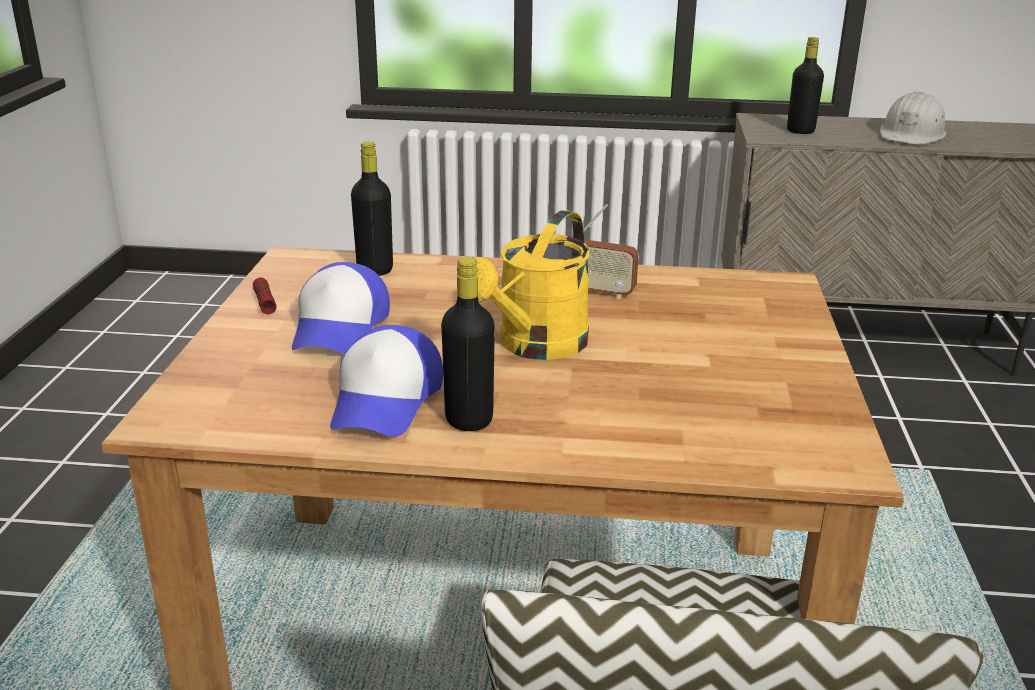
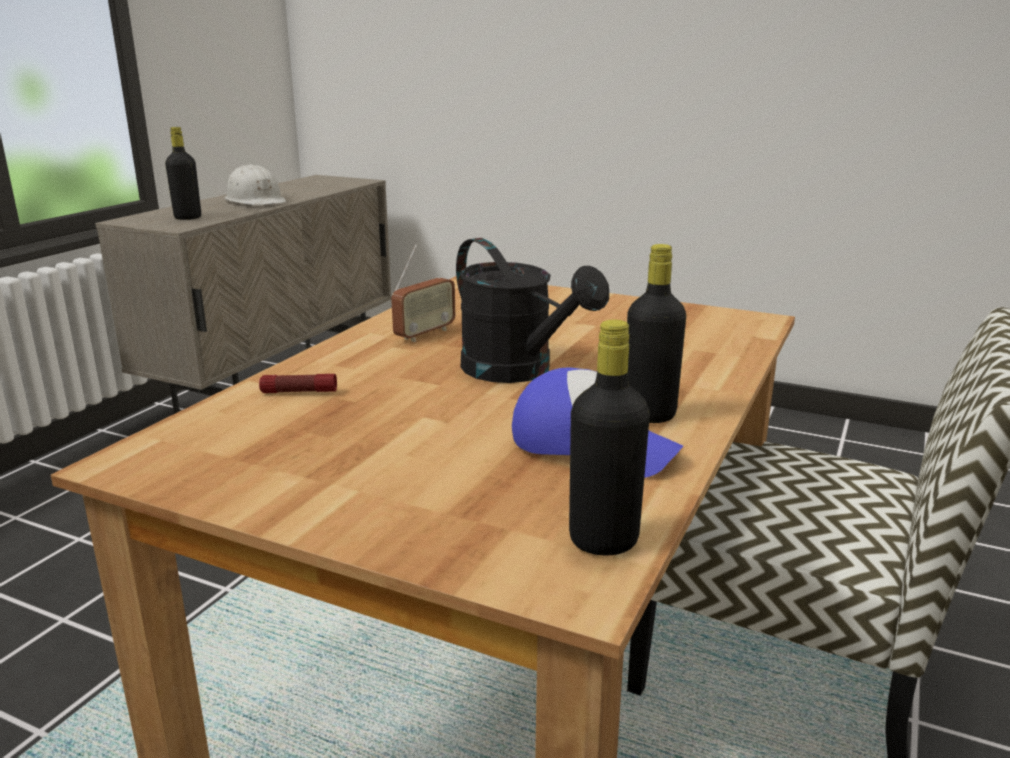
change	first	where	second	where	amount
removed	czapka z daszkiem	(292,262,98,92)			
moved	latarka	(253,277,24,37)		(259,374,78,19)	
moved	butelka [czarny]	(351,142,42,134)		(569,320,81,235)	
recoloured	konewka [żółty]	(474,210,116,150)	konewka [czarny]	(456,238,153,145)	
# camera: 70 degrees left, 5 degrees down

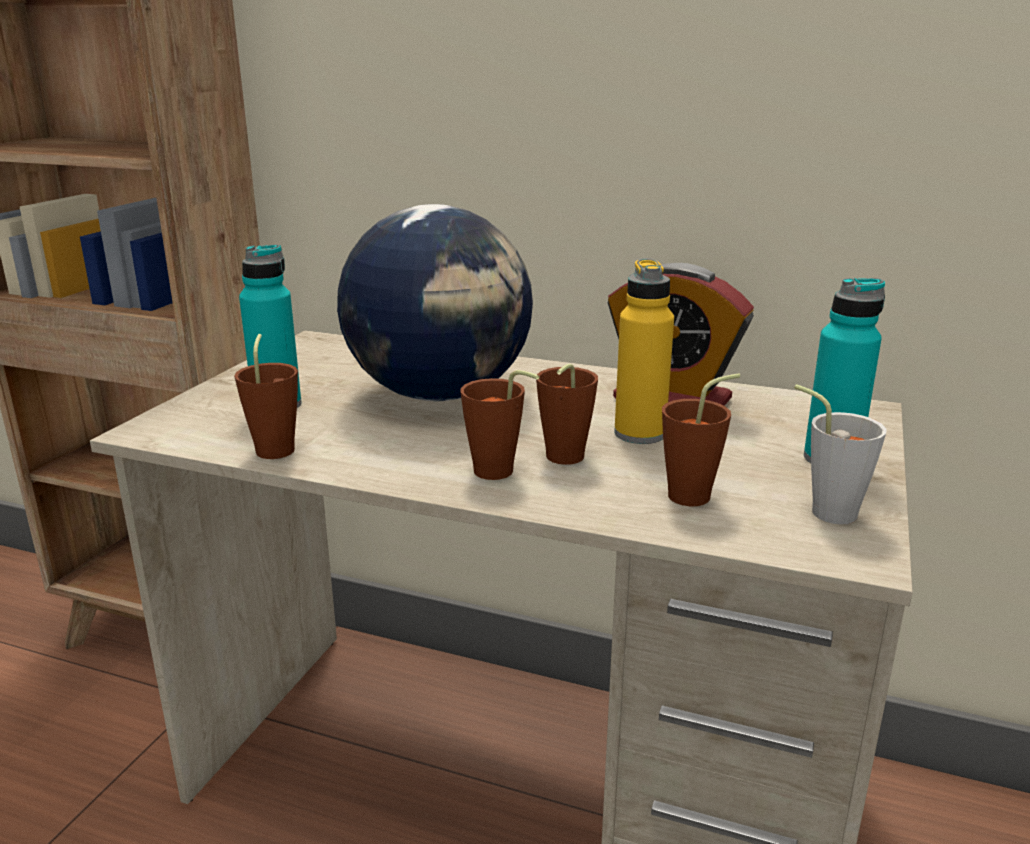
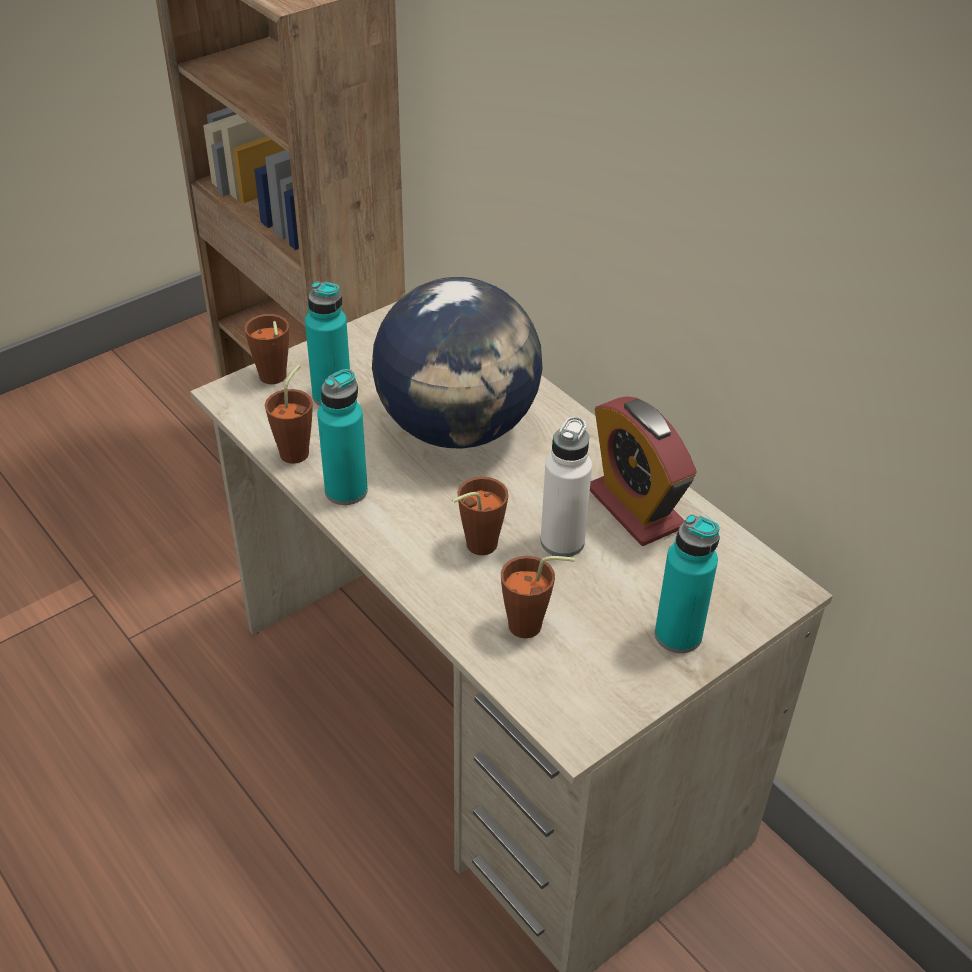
change	first	where	second	where	amount
removed	filiżanka [szary]	(794,384,93,141)			
added			butelka [turkusowy]	(317,369,51,136)	
moved	filiżanka [brązowy]	(461,370,78,110)		(244,314,45,70)	
recoloured	butelka [żółty]	(614,259,60,185)	butelka [biały]	(540,417,52,140)	
# camera: 30 degrees right, 20 degrees up

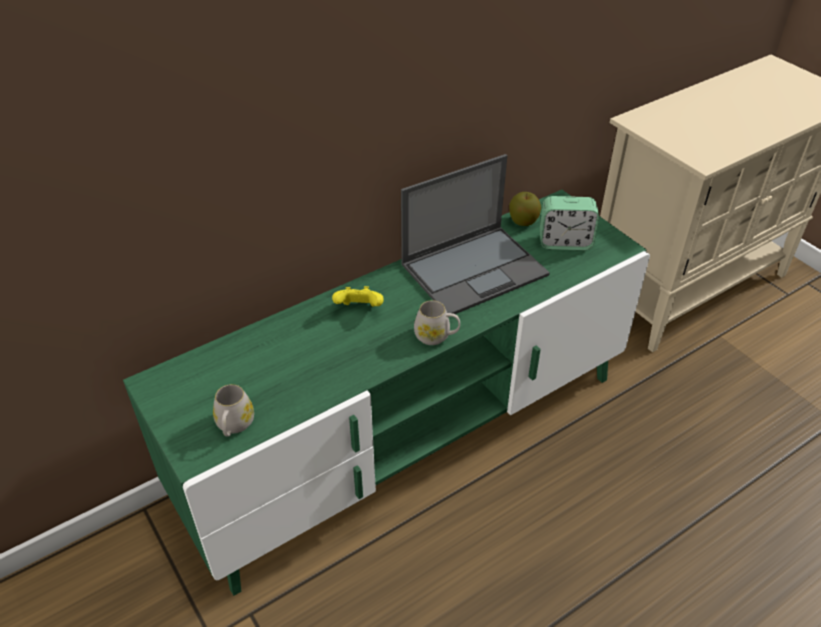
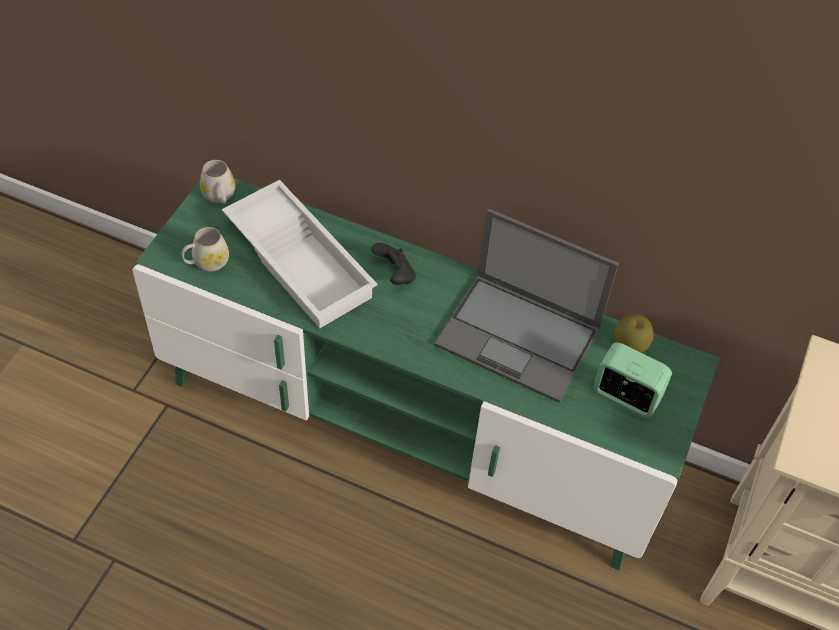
change	first	where	second	where	amount
added			taca [biały]	(222,180,155,148)	
moved	kubek [biały]	(414,300,46,45)		(200,160,35,44)	
recoloured	pad do gier [żółty]	(332,286,52,21)	pad do gier [czarny]	(371,243,45,42)	
turned	budzik	(540,196,59,54)		(593,343,79,75)	150 degrees clockwise
# camera: 55 degrees right, 10 degrees up

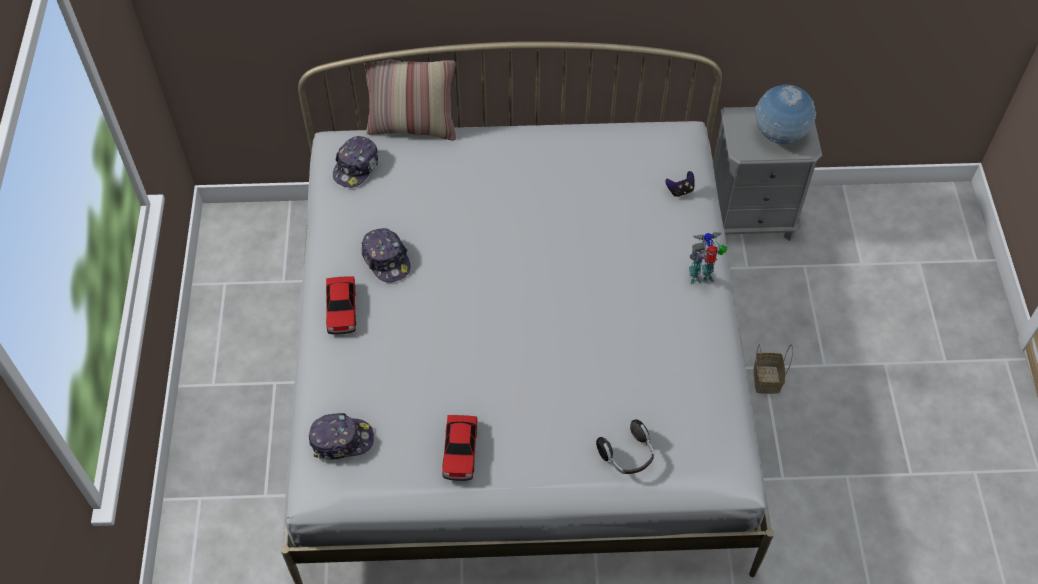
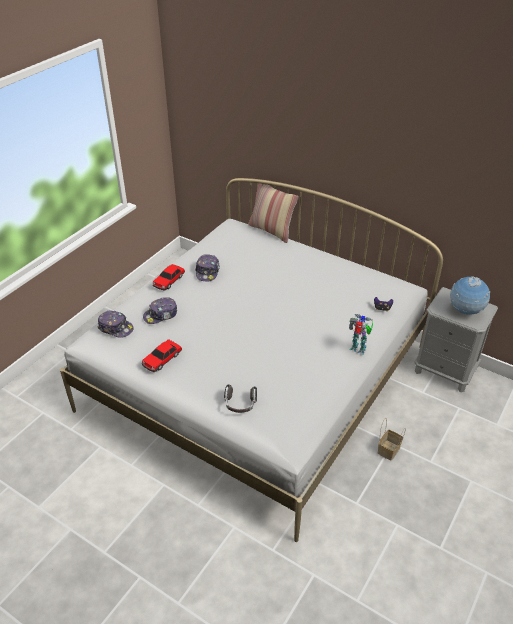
change	first	where	second	where	amount
moved	czapka z daszkiem	(333,136,45,52)		(143,297,34,27)	
# camera: 35 degrees right, 15 degrees down

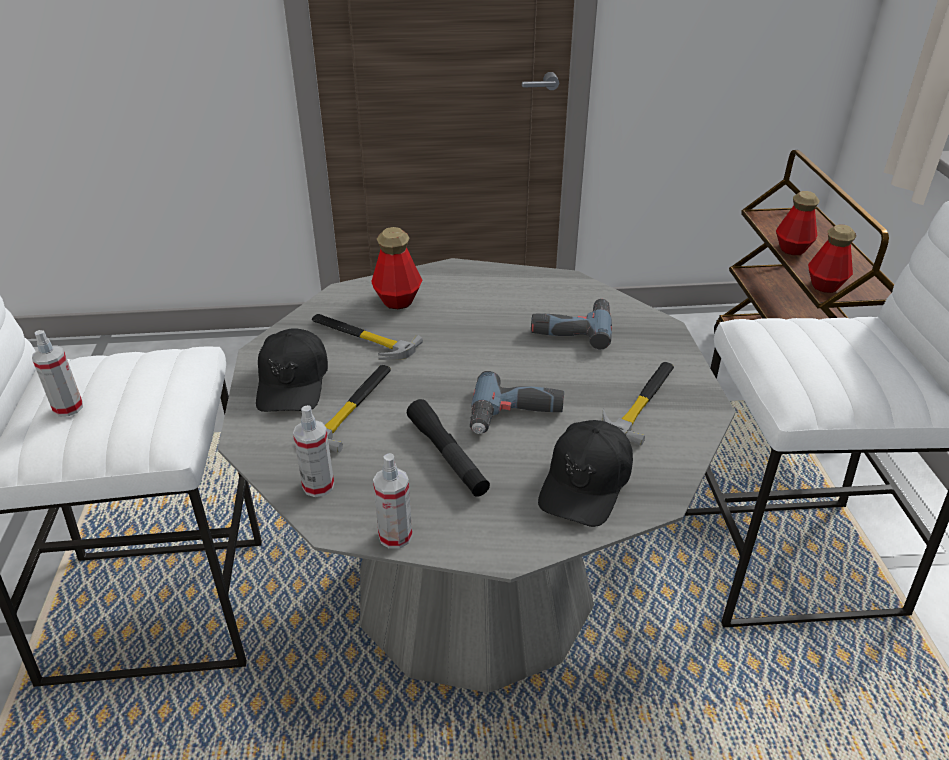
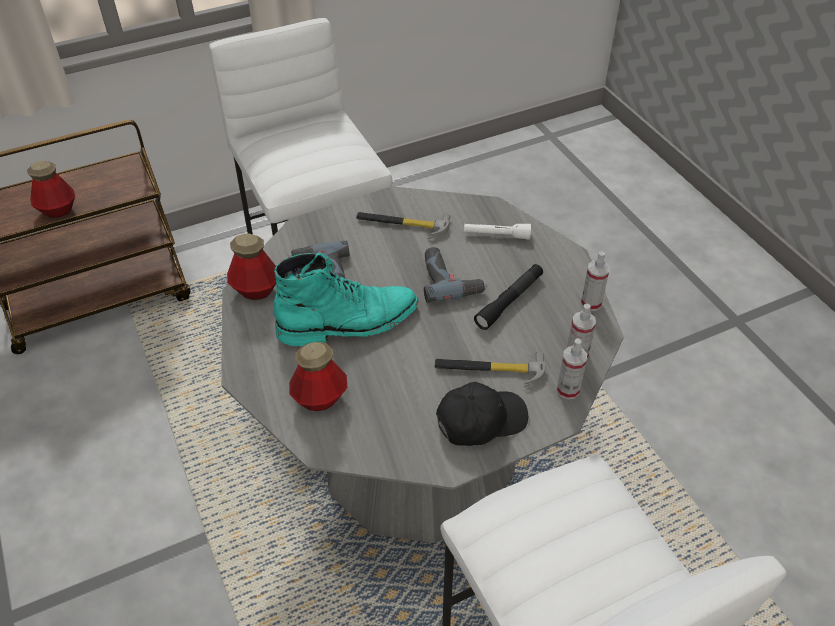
change	first	where	second	where	amount
removed	młotek	(312,314,111,46)			
added			but z cholewką [turkusowy]	(273,252,145,94)	
moved	spryskiwacz	(32,330,51,87)		(557,338,30,61)	
moved	butelka	(808,224,48,69)		(227,234,49,66)	
replaced	czapka z daszkiem [czarny]	(538,420,95,107)	latarka [biały]	(464,224,67,15)	
# camera: 110 degrees left, 10 degrees up

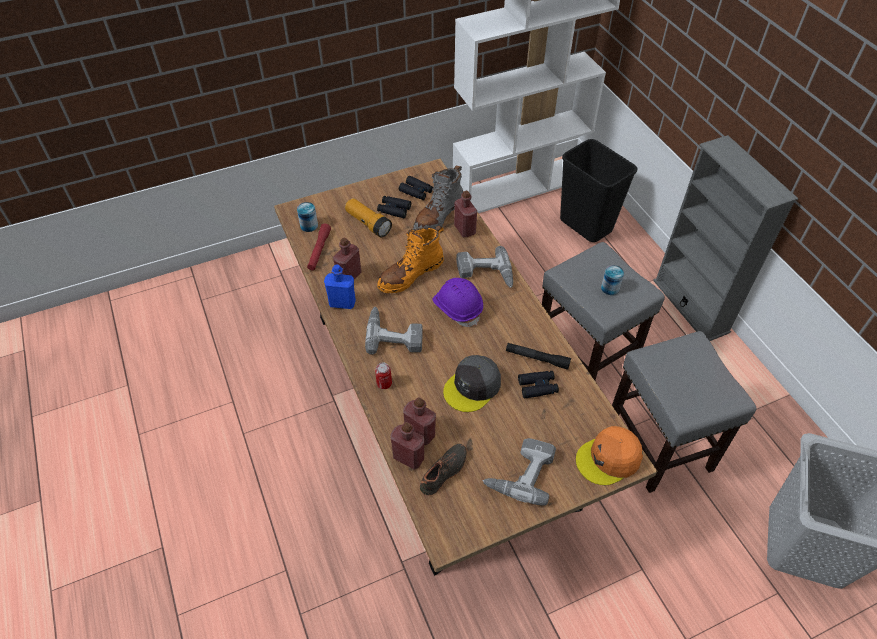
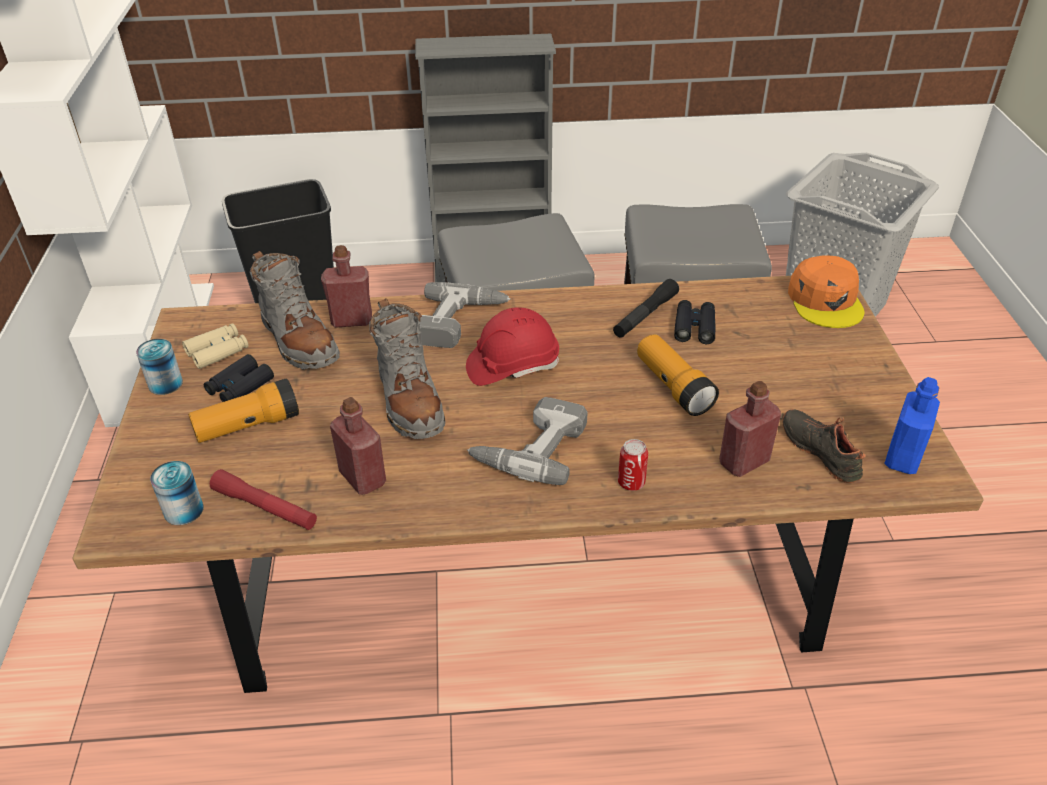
change	first	where	second	where	amount
removed	butelka [czerwony]	(390,422,35,48)			
removed	wiertarka	(482,438,74,68)			
moved	butelka [niebieski]	(324,265,32,44)		(884,377,56,97)	
moved	puszka	(601,265,23,30)		(136,339,47,56)	
replaced	czapka z daszkiem [szary]	(443,355,58,57)	latarka	(637,334,82,82)	
recoloured	but z cholewką [pomarańczowy]	(377,226,67,67)	but z cholewką [szary]	(369,299,77,140)	
recoloured	lornetka [czarny]	(399,176,34,24)	lornetka [beżowy]	(182,323,67,46)	
recoloured	kask [fioletowy]	(433,278,50,49)	kask [czerwony]	(466,307,93,79)	
# camera: 70 degrees left, 10 degrees down

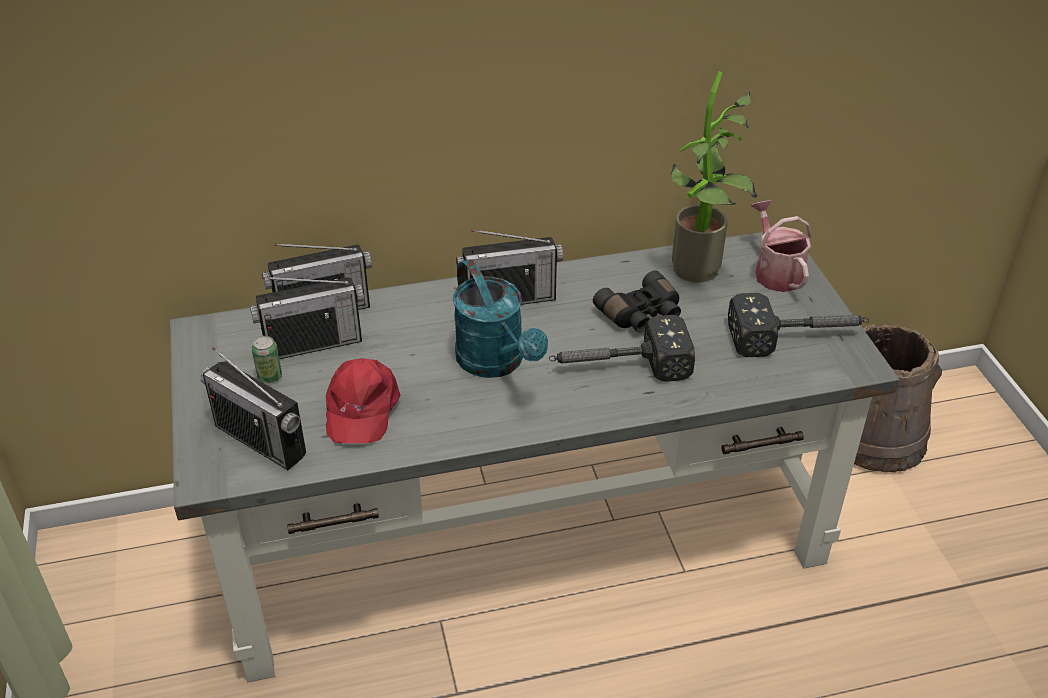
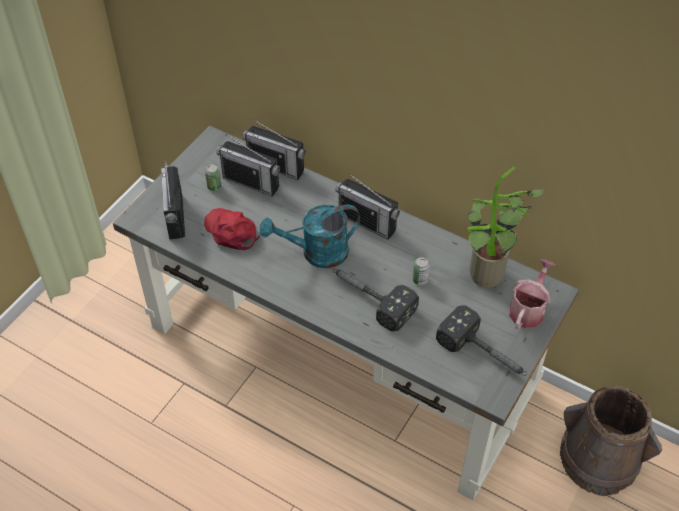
change	first	where	second	where	amount
replaced	lornetka [czarny]	(593,271,88,62)	puszka	(412,257,18,28)	
turned	czapka z daszkiem [czerwony]	(326,358,74,85)		(204,208,56,43)	90 degrees clockwise
turned	konewka [turkusowy]	(453,259,95,119)		(260,205,100,63)	60 degrees clockwise
# camera: 45 degrees right, 10 degrees up

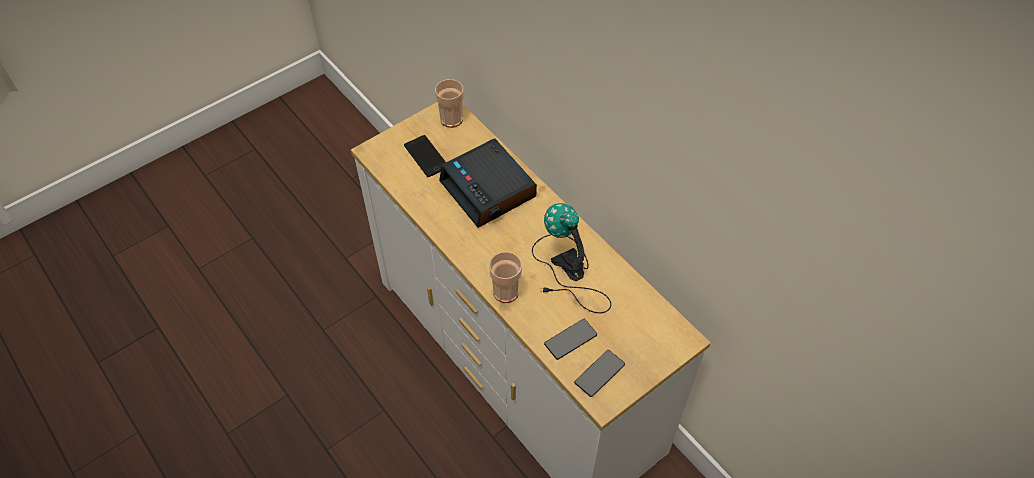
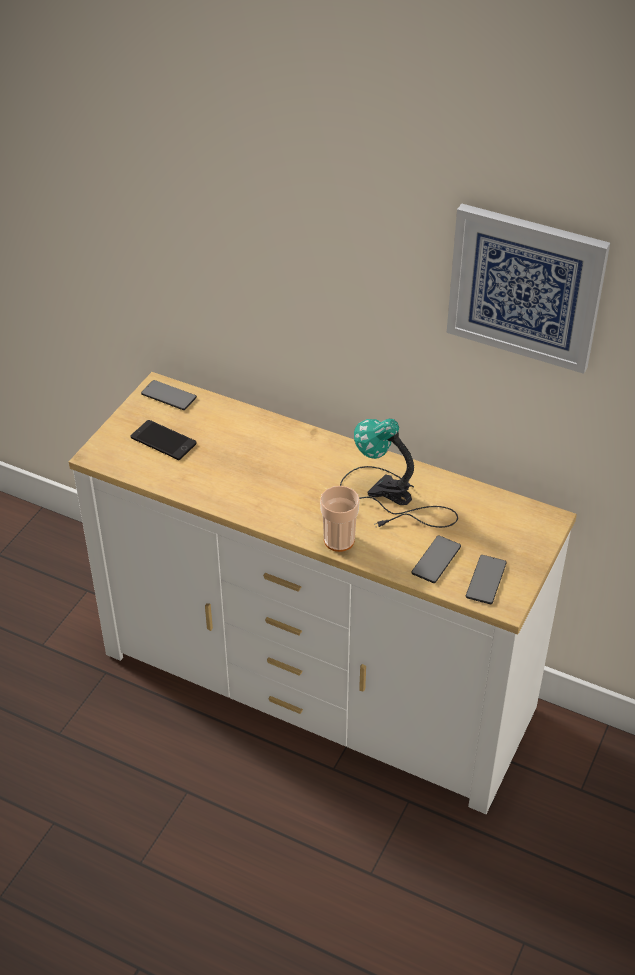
change	first	where	second	where	amount
removed	budzik	(439,138,98,90)			
added			obraz	(447,204,163,170)	
replaced	filiżanka	(435,79,29,49)	telefon	(141,380,56,30)	
# camera: 25 degrees left, 10 degrees down

